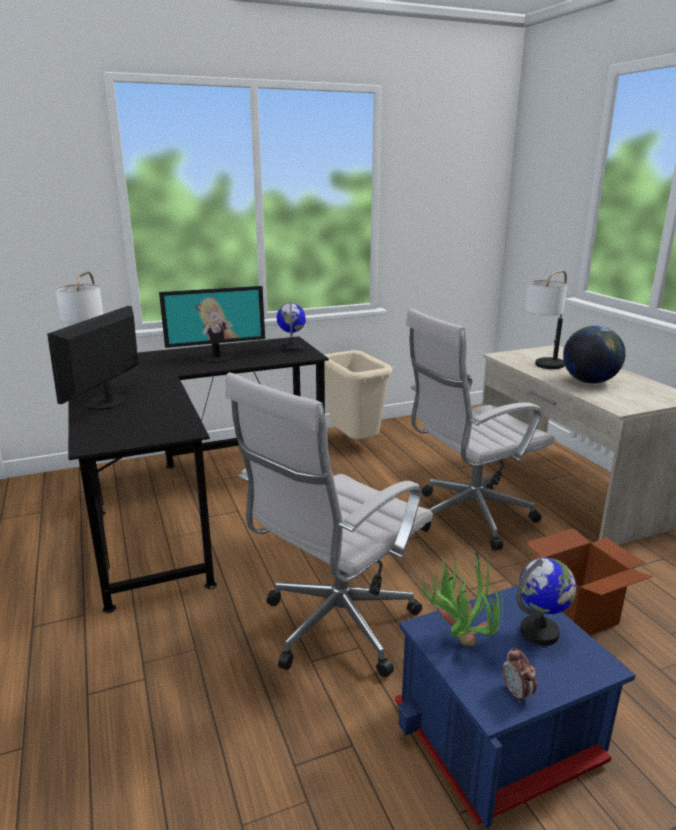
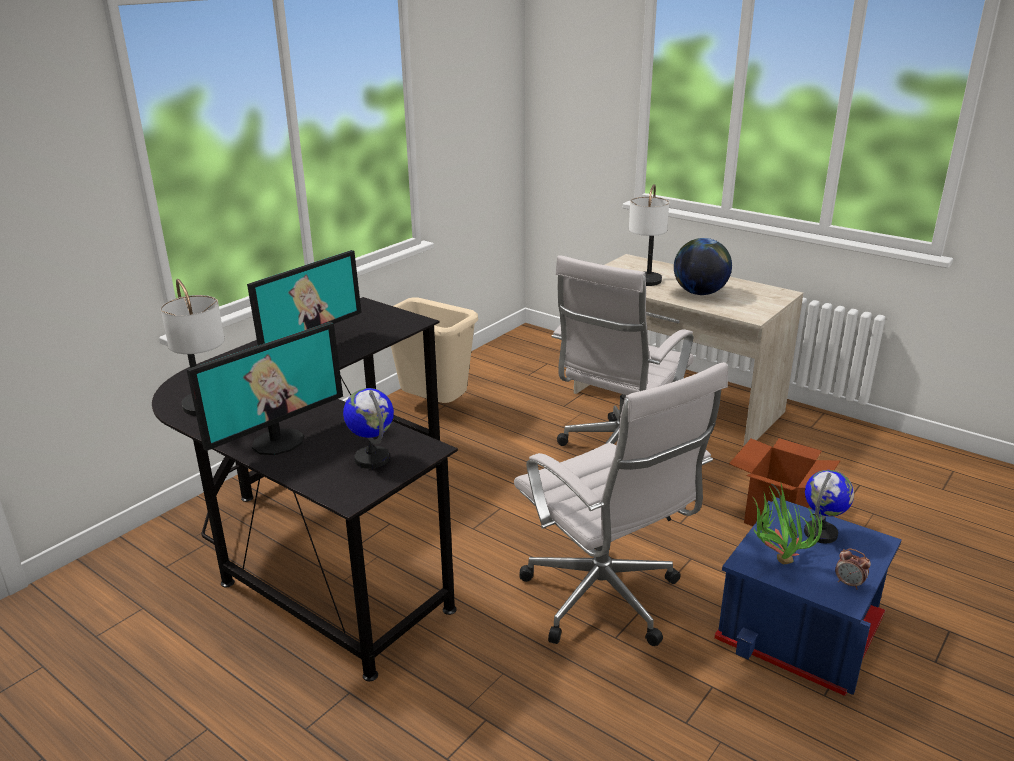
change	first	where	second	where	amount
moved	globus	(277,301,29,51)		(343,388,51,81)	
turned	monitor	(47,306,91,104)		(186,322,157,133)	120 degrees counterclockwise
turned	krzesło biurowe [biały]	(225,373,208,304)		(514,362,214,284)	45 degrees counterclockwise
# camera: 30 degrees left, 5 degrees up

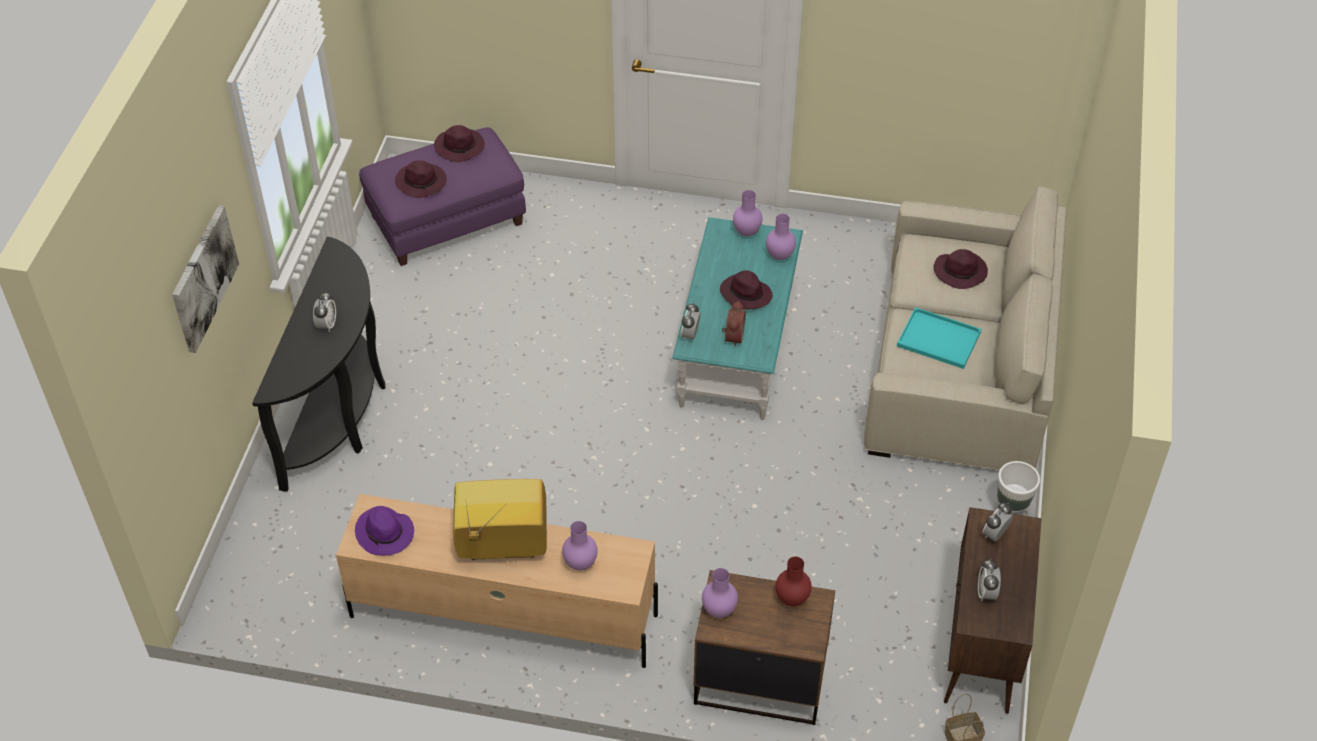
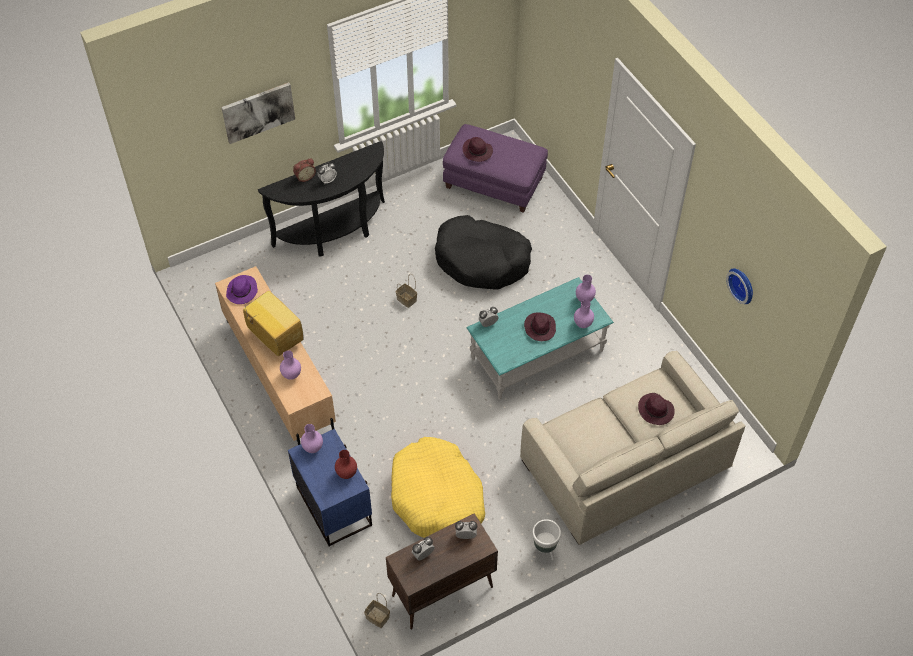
change	first	where	second	where	amount
removed	kapelusz [fioletowy]	(434,125,51,37)			
removed	taca [turkusowy]	(897,307,84,62)			
added			legowisko [żółty]	(391,437,94,101)	
added			koszyk	(396,274,21,34)	
added			legowisko [czarny]	(435,215,97,75)	
added			zegar ścienny	(726,268,27,36)	
moved	budzik	(722,301,24,46)		(293,158,23,24)	
recoloured	szafka nocna [brązowy]	(694,570,141,155)	szafka nocna [niebieski]	(288,429,84,118)	
# camera: 50 degrees right, 5 degrees up

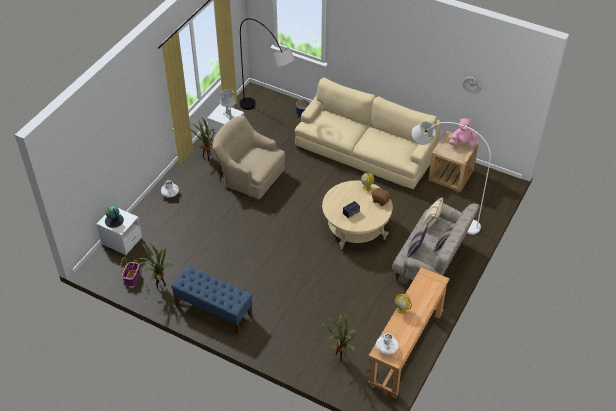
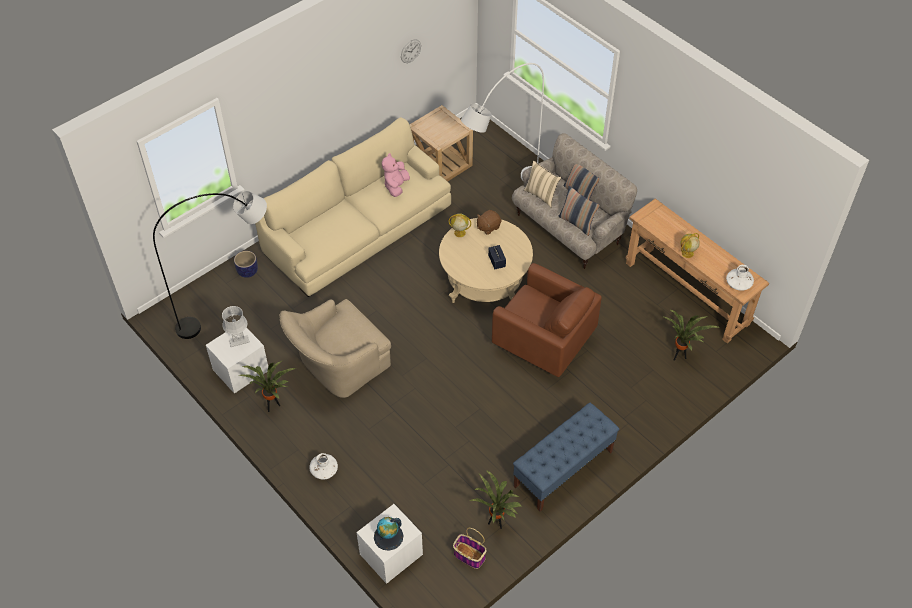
change	first	where	second	where	amount
added			fotel [brązowy]	(492,263,110,114)	
moved	pluszak [różowy]	(449,118,29,29)		(382,153,28,44)	
# camera: 70 degrees left, 5 degrees up

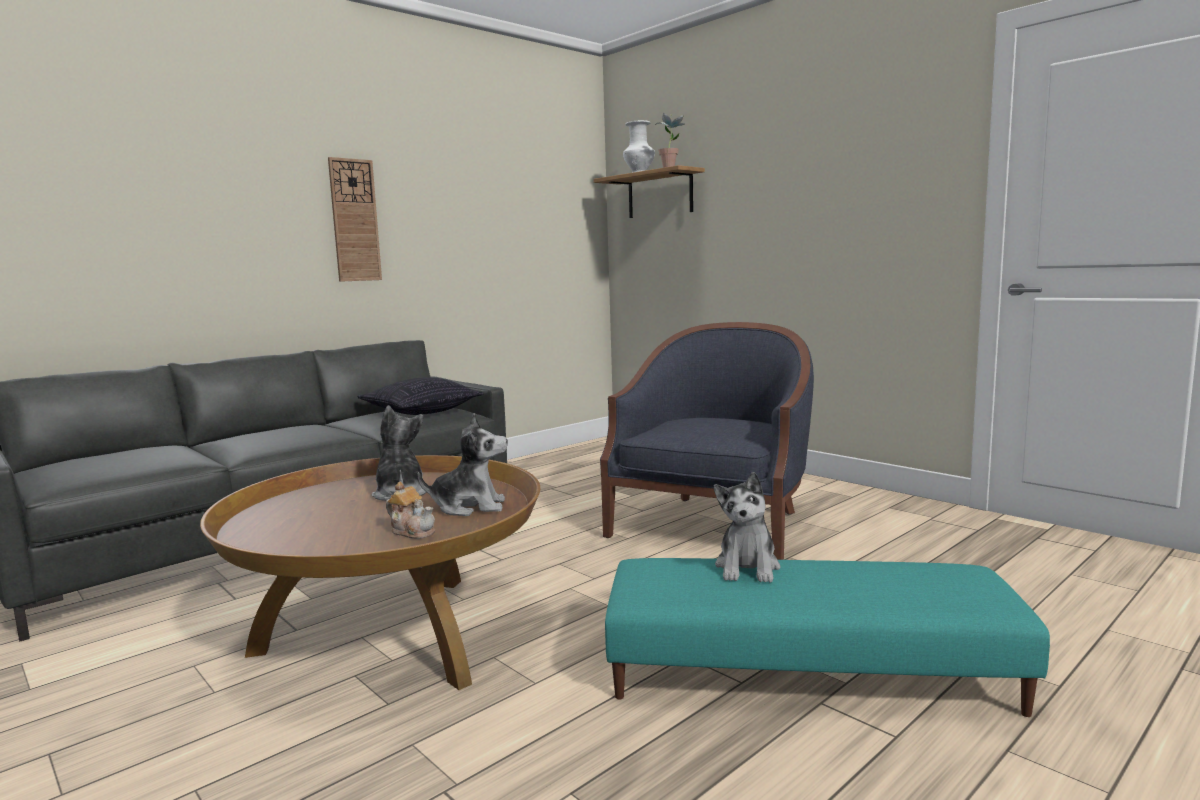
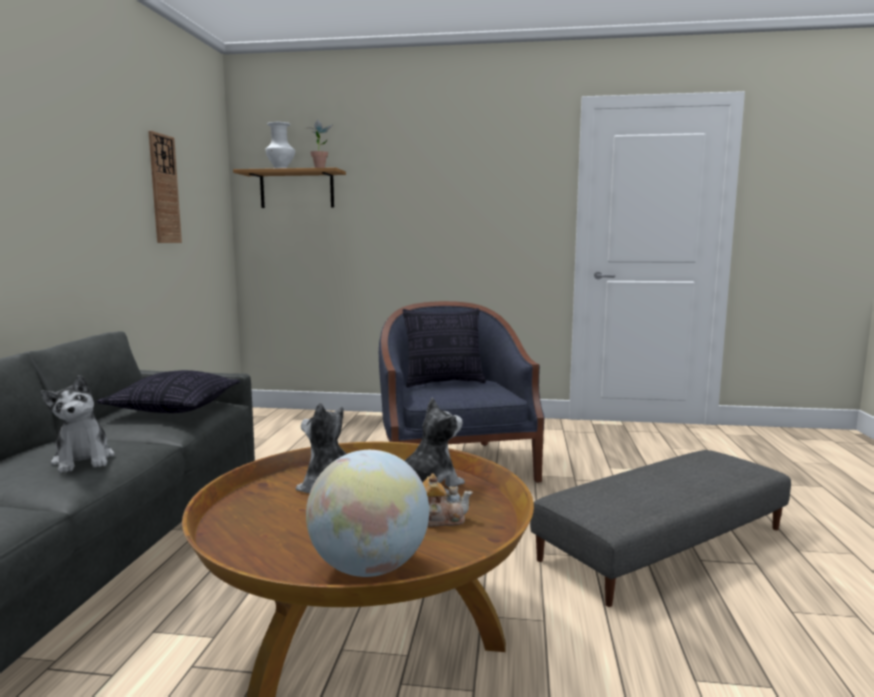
change	first	where	second	where	amount
added			globus	(306,450,123,127)	
added			poduszka	(403,308,83,79)	
moved	zegar ścienny	(328,157,54,125)		(148,131,34,112)	
moved	pluszak	(714,472,67,111)		(41,375,74,98)	
recoloured	pufa [turkusowy]	(605,558,445,159)	pufa [szary]	(530,450,261,157)	
# camera: 40 degrees left, 0 degrees up

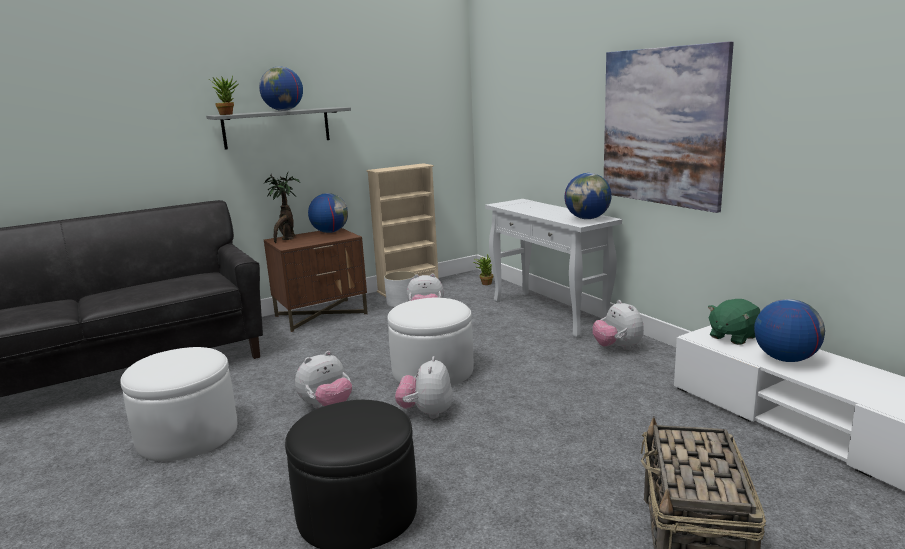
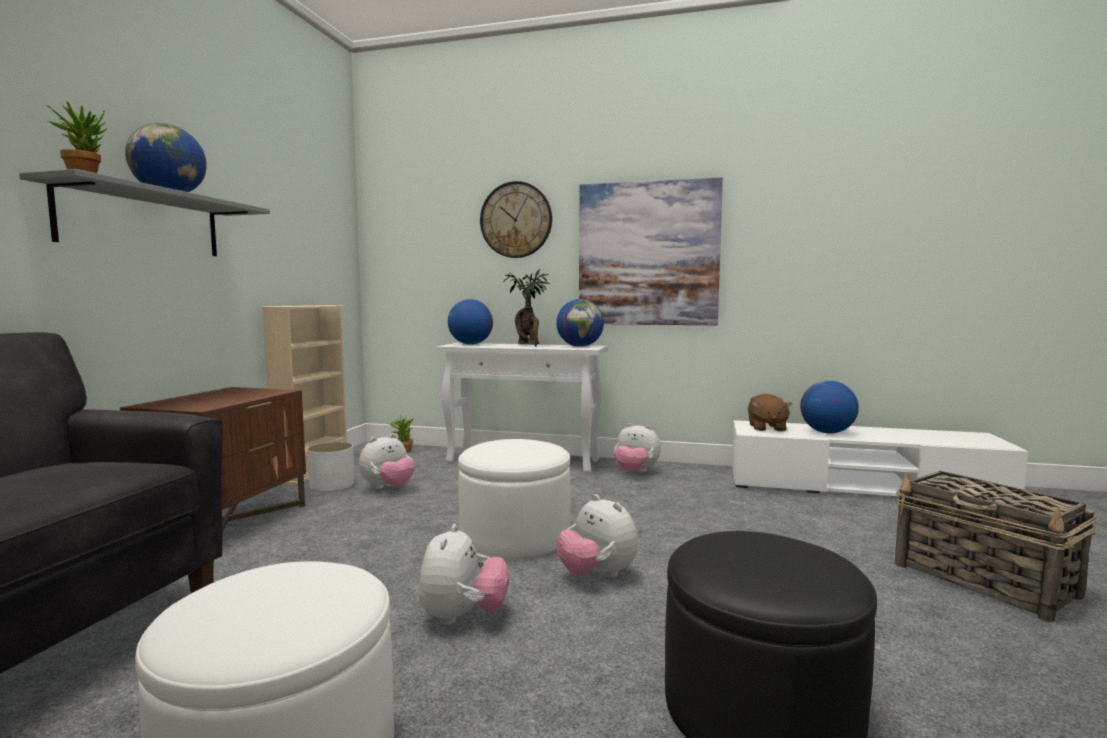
change	first	where	second	where	amount
added			zegar ścienny	(480,181,72,77)	
moved	roślina doniczkowa	(265,172,35,72)		(503,269,47,78)	
moved	globus	(308,193,40,40)		(448,299,45,46)	
recoloured	pluszak [zielony]	(708,299,52,46)	pluszak [brązowy]	(748,394,44,37)	
# camera: 45 degrees left, 10 degrees down

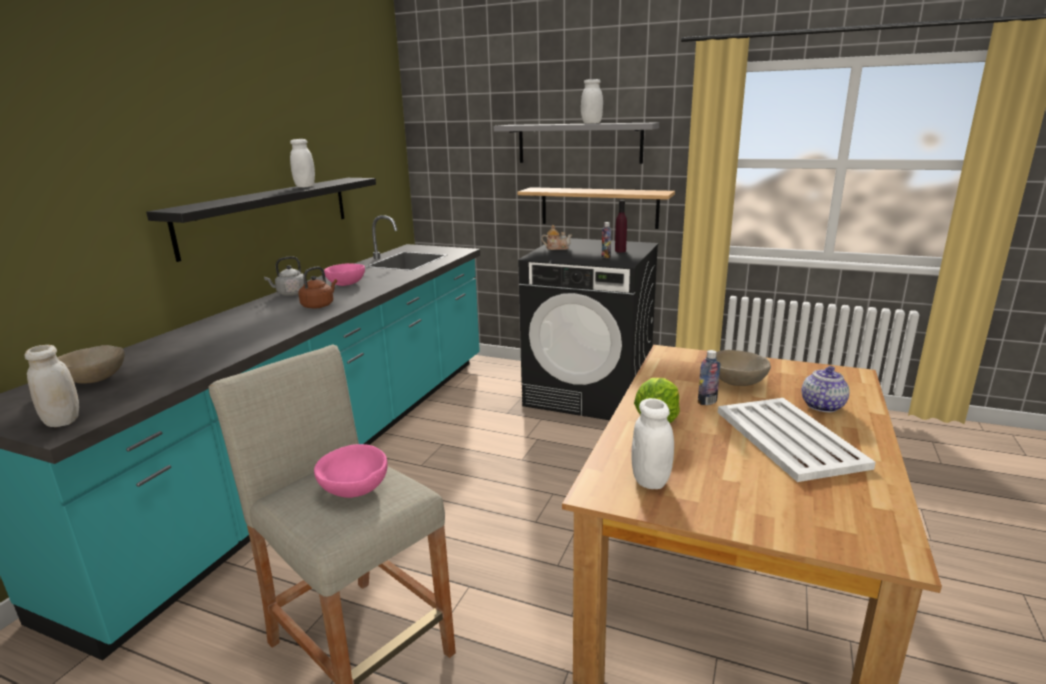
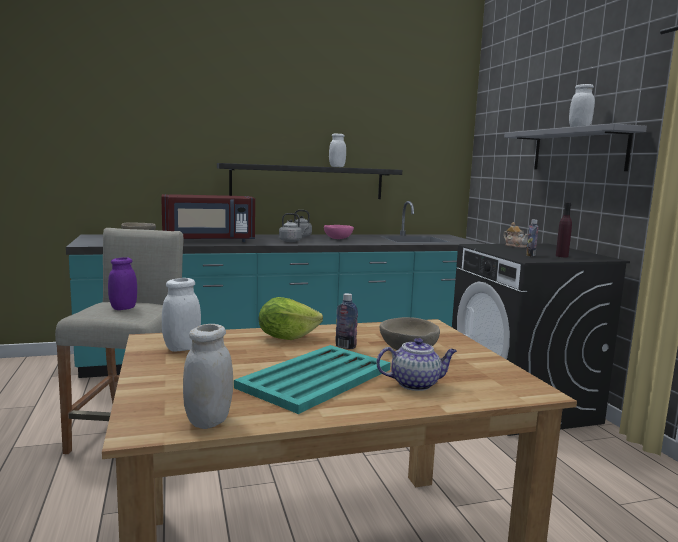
change	first	where	second	where	amount
removed	półka	(517,187,158,42)			
added			mikrofalówka [czerwony]	(161,194,94,48)	
moved	słoik [biały]	(24,345,55,82)		(183,324,50,105)	
replaced	miska [różowy]	(314,444,73,54)	słoik [fioletowy]	(108,257,29,53)	
recoloured	czajnik [brązowy]	(298,266,39,43)	czajnik [szary]	(279,213,30,29)	
recoloured	taca [biały]	(718,398,158,84)	taca [turkusowy]	(234,345,157,69)	
# camera: 50 degrees right, 10 degrees down

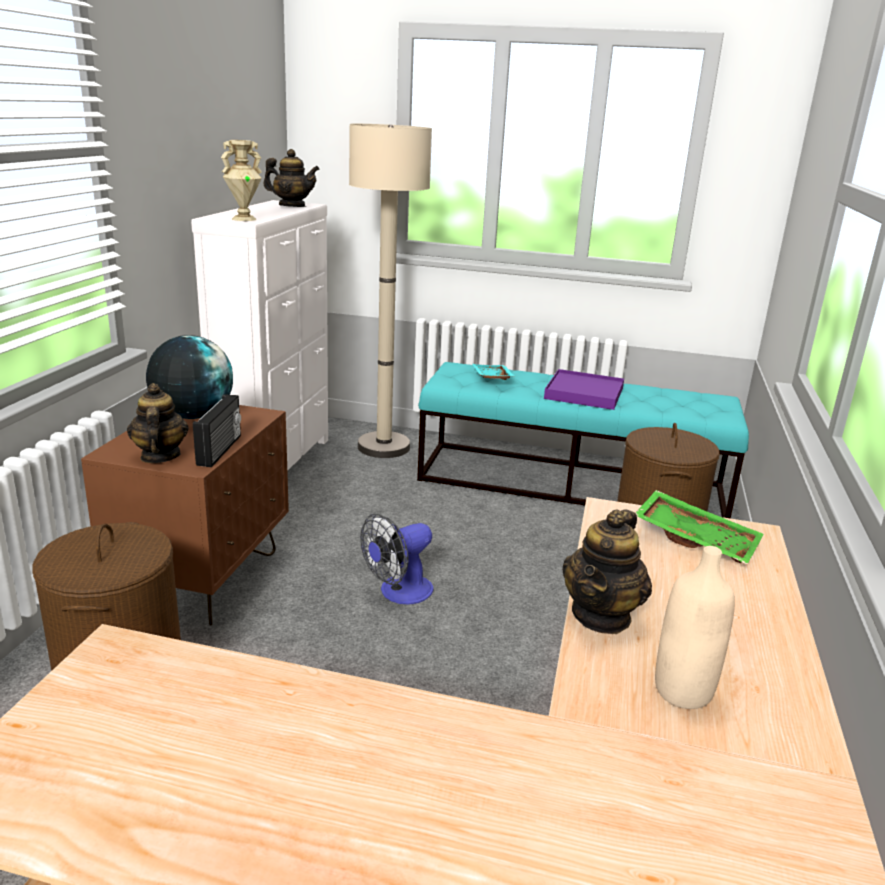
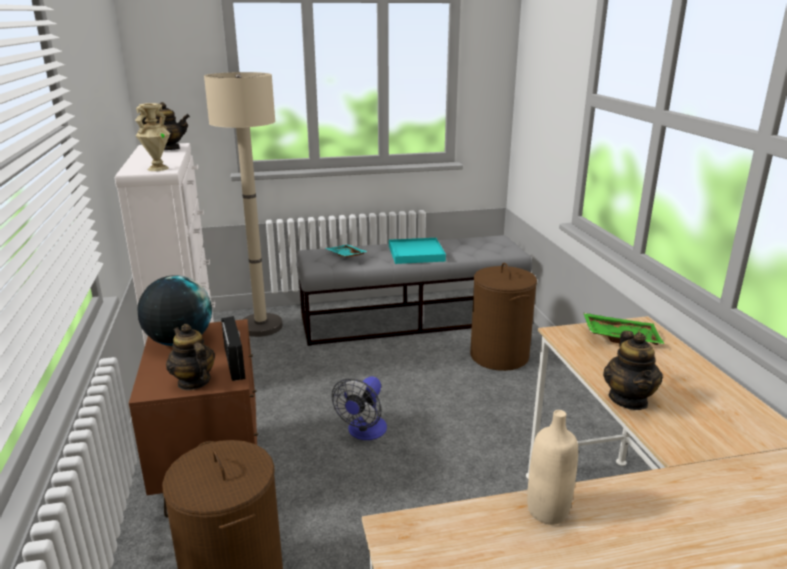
change	first	where	second	where	amount
moved	butelka [beżowy]	(655,546,80,163)		(527,410,51,115)	
recoloured	ławka [turkusowy]	(417,362,332,157)	ławka [szary]	(296,235,236,111)	
recoloured	taca [fioletowy]	(544,369,80,41)	taca [turkusowy]	(389,238,57,26)	
# camera: 25 degrees left, 0 degrees up

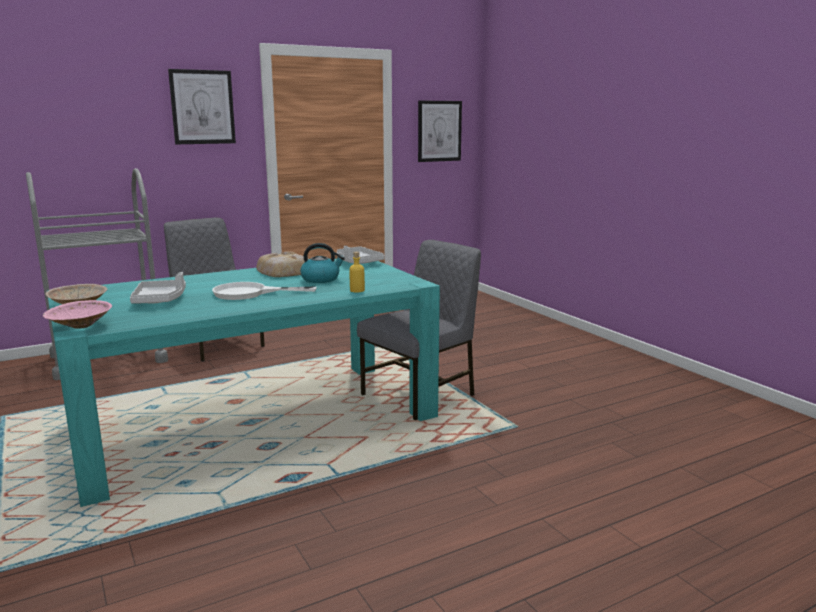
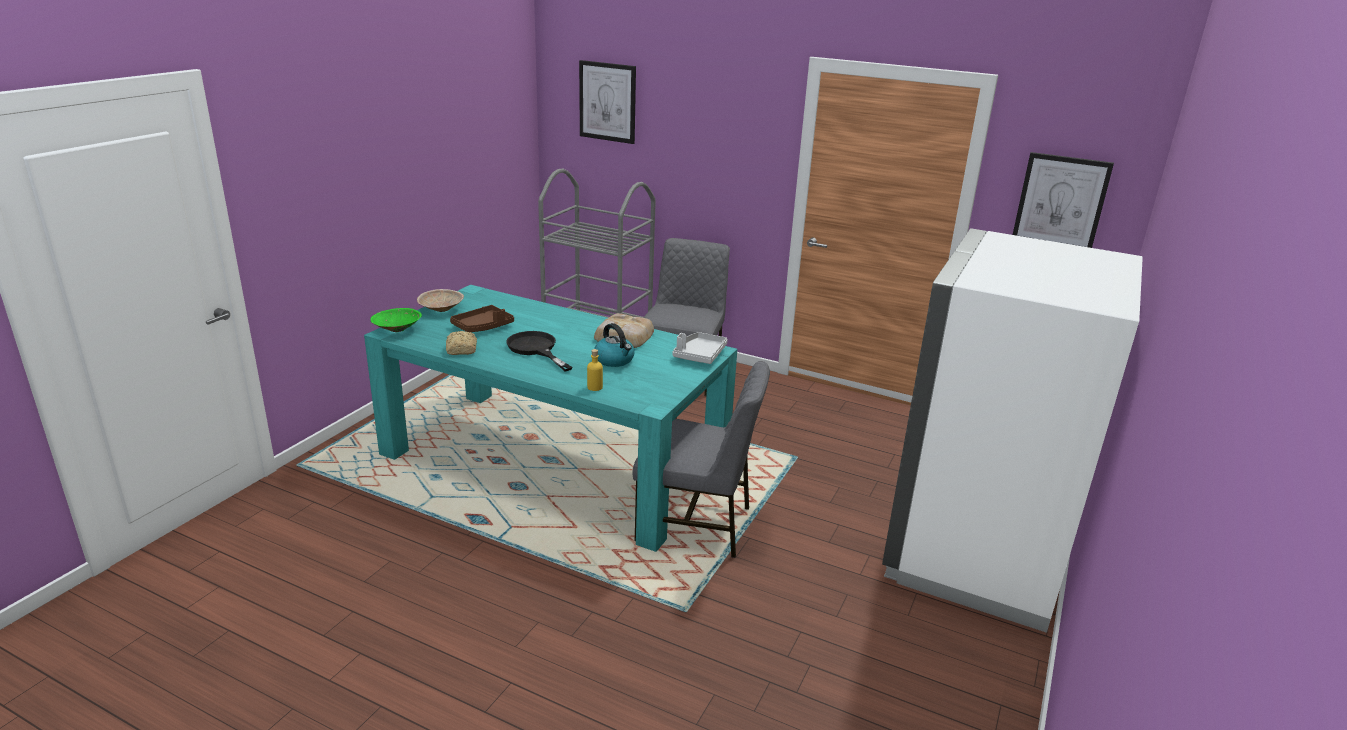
change	first	where	second	where	amount
added			chleb	(446,331,31,24)	
added			lodówka [biały]	(882,228,261,405)	
moved	obraz	(168,69,68,75)		(579,60,57,84)	
recoloured	miska [różowy]	(43,300,69,29)	miska [zielony]	(370,308,52,24)	
recoloured	taca [szary]	(130,272,56,32)	taca [brązowy]	(450,305,64,27)	
recoloured	patelnia [biały]	(212,282,105,18)	patelnia [czarny]	(507,331,65,40)	
# camera: 55 degrees right, 10 degrees up

